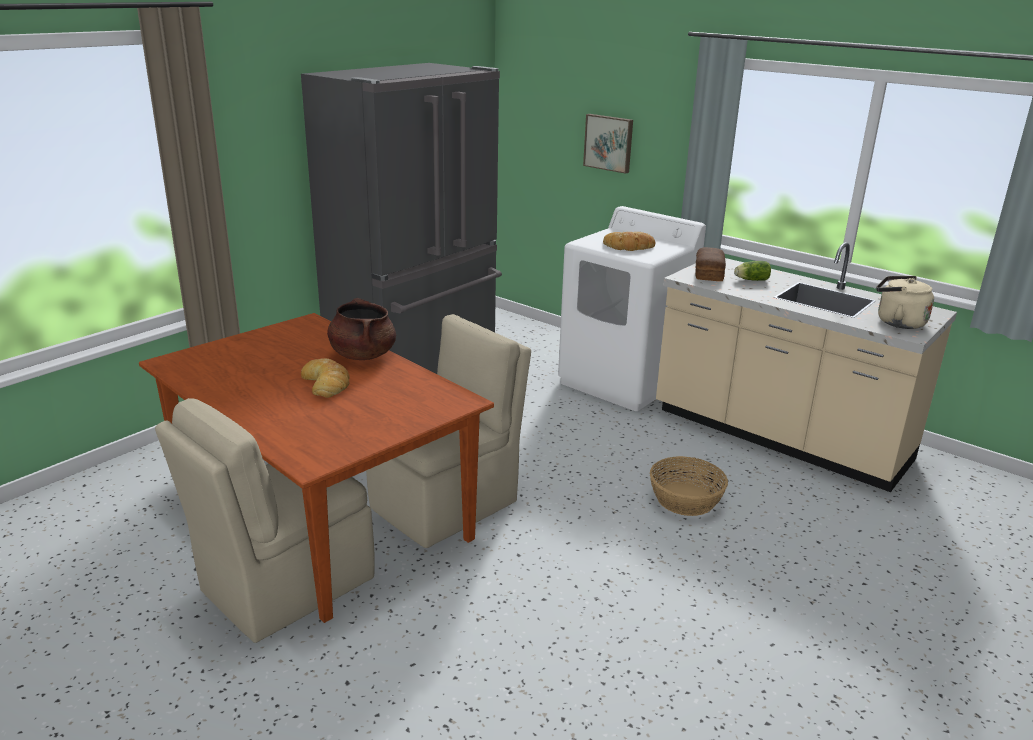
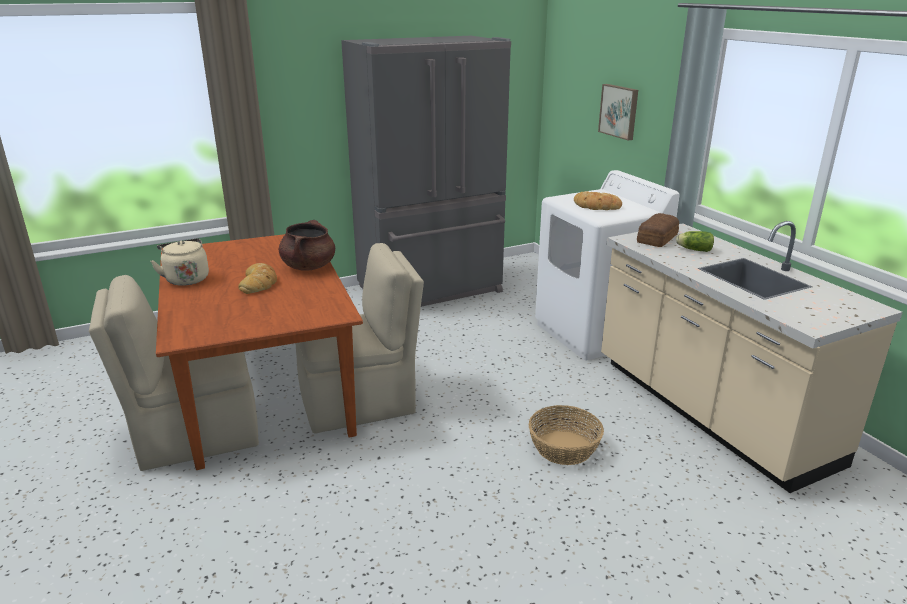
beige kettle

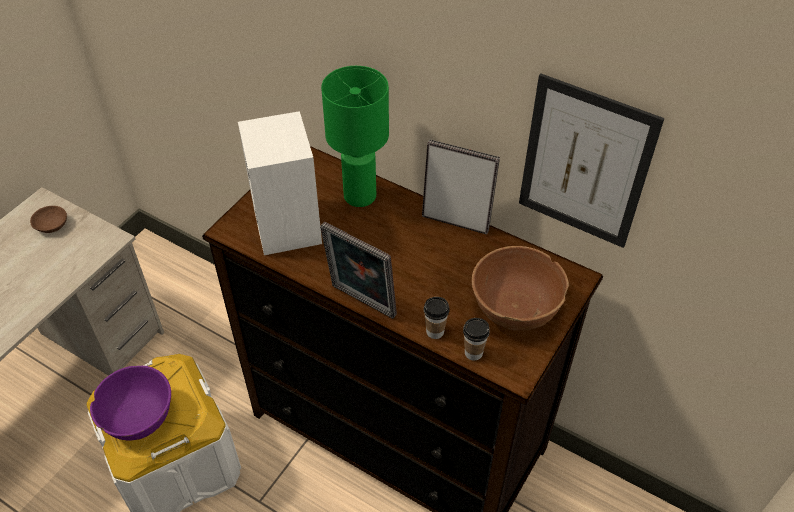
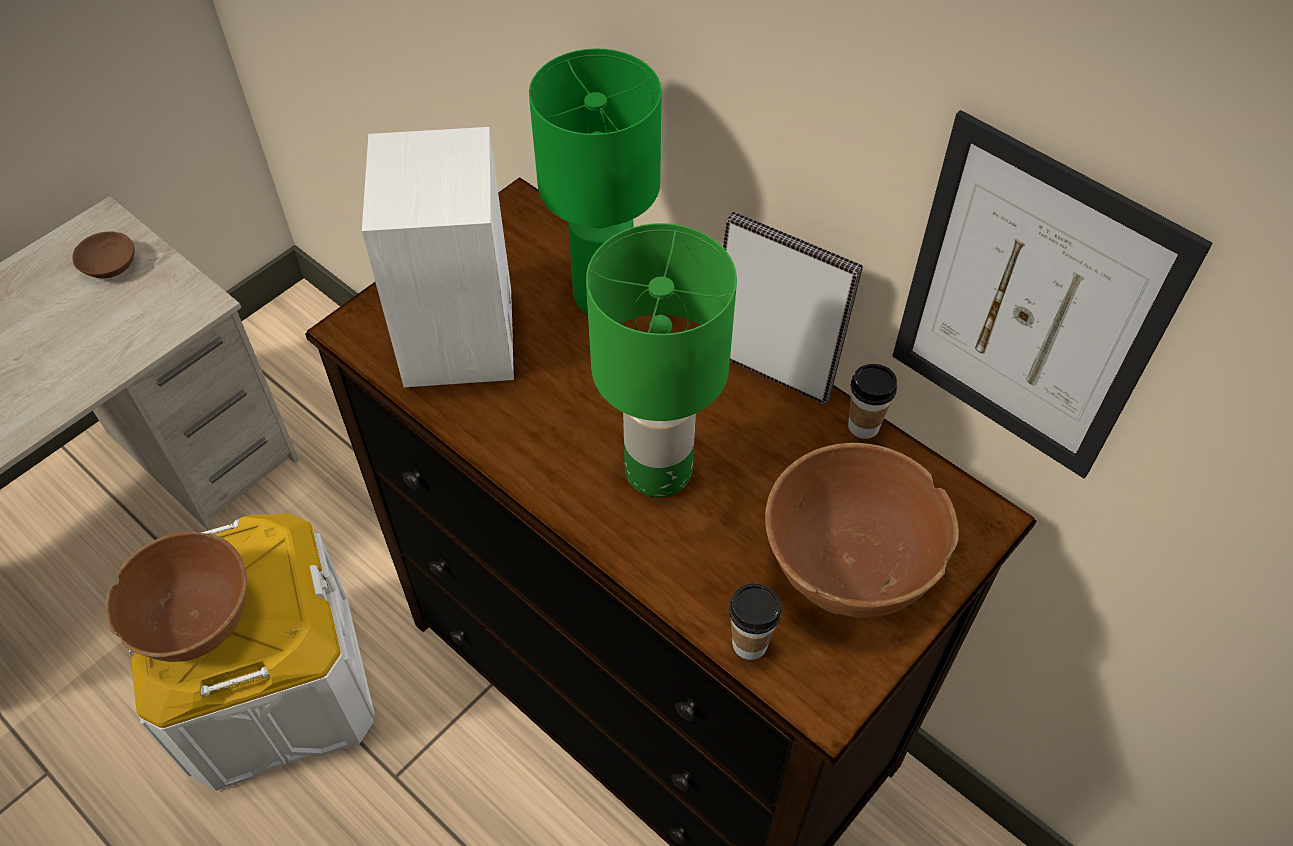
picture frame (no. 1 from left in the first image)
green table lamp (no. 2 from left)
cup (no. 2 from left)
brown bowl (no. 2 from left)

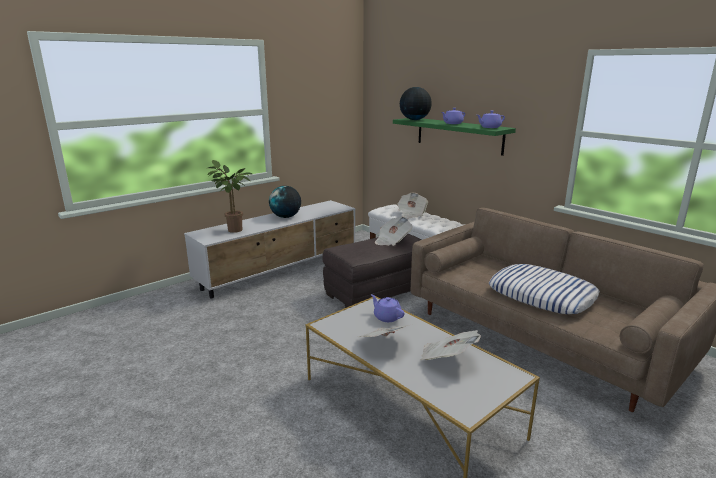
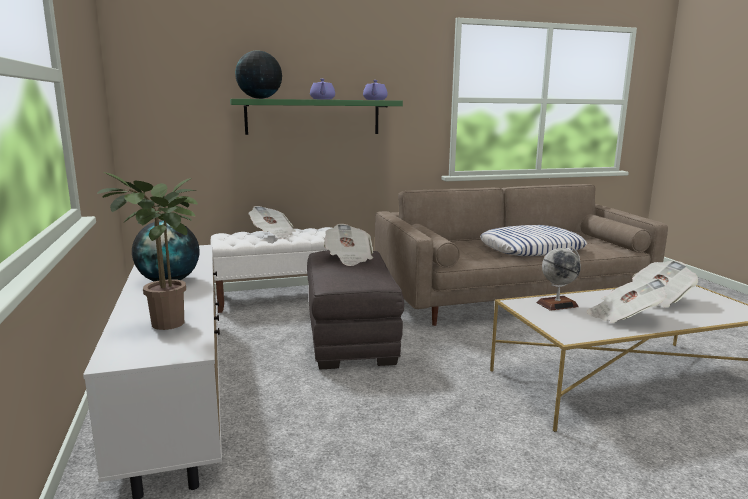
globe (no. 3 from left)

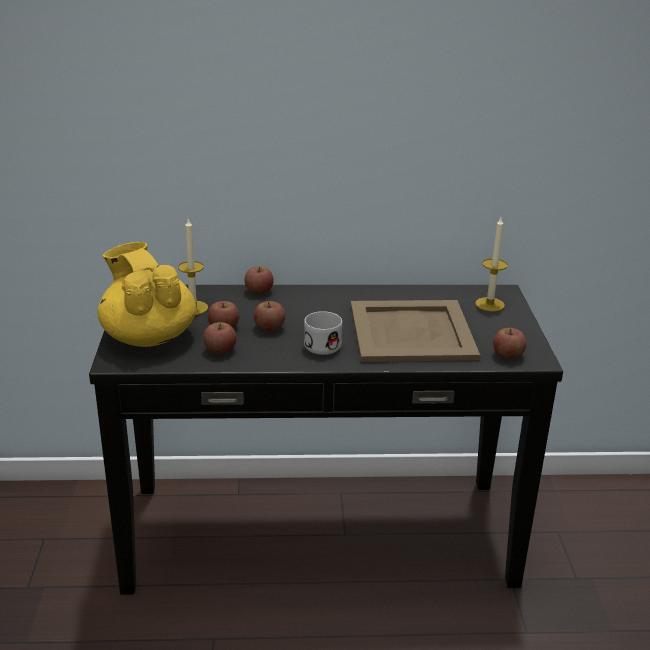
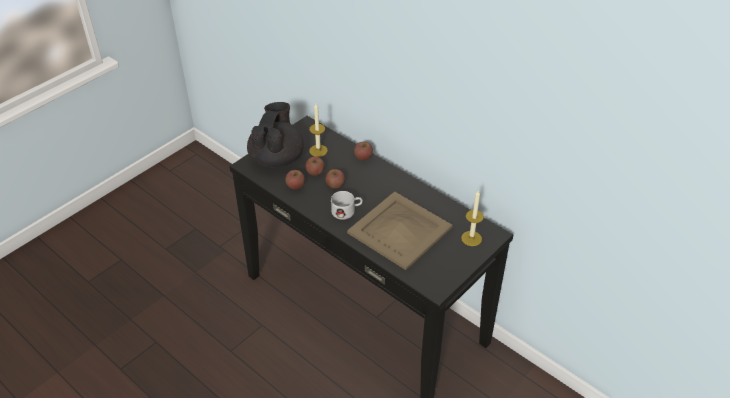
apple (no. 5 from left in the first image)
black teapot

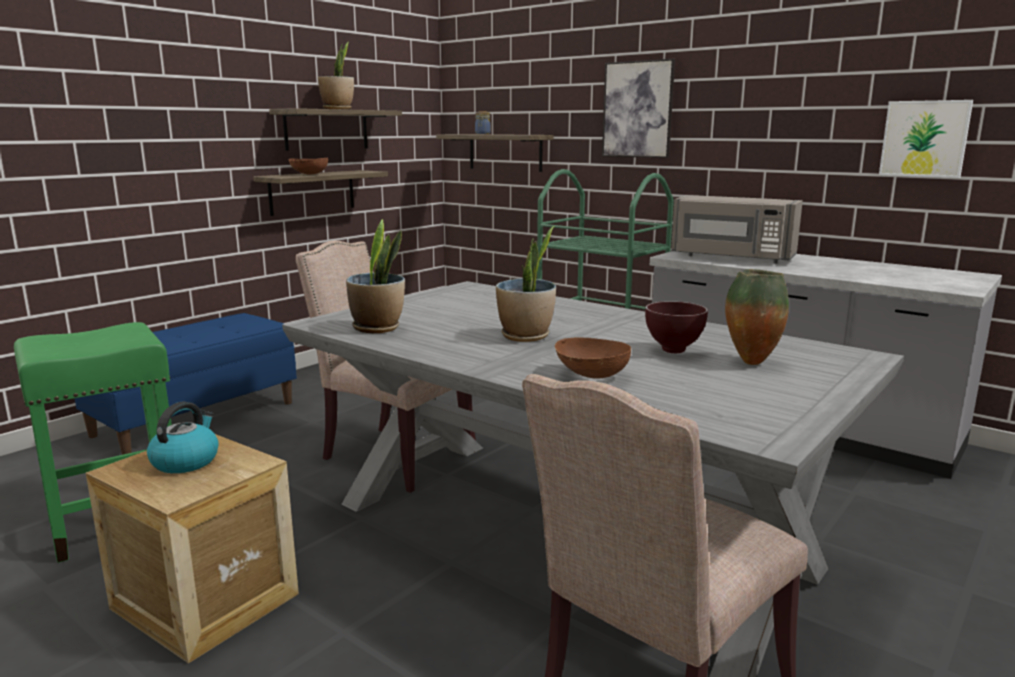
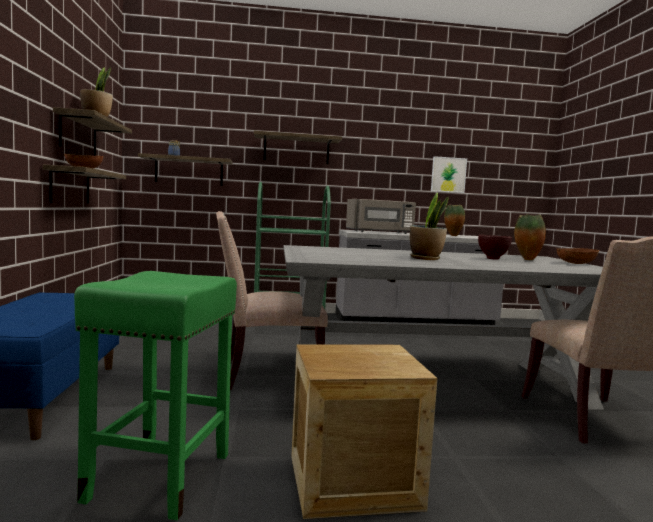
kettle
potted plant (no. 2 from left in the first image)
vase (no. 1 from left)
brown bowl (no. 3 from left)
shelf (no. 4 from left)

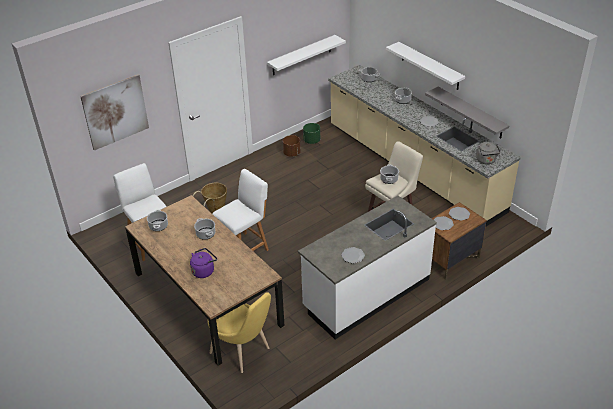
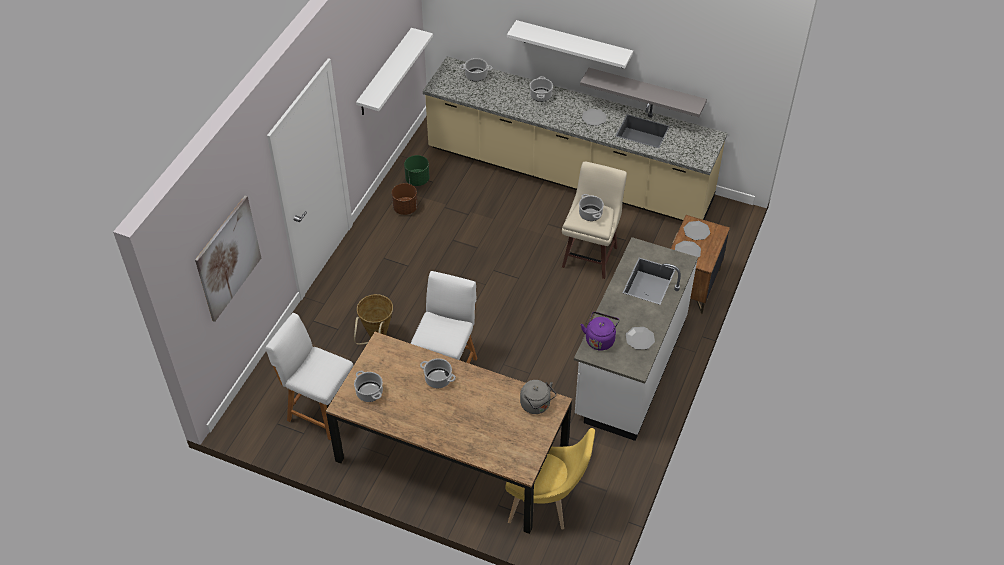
purple kettle
grey kettle

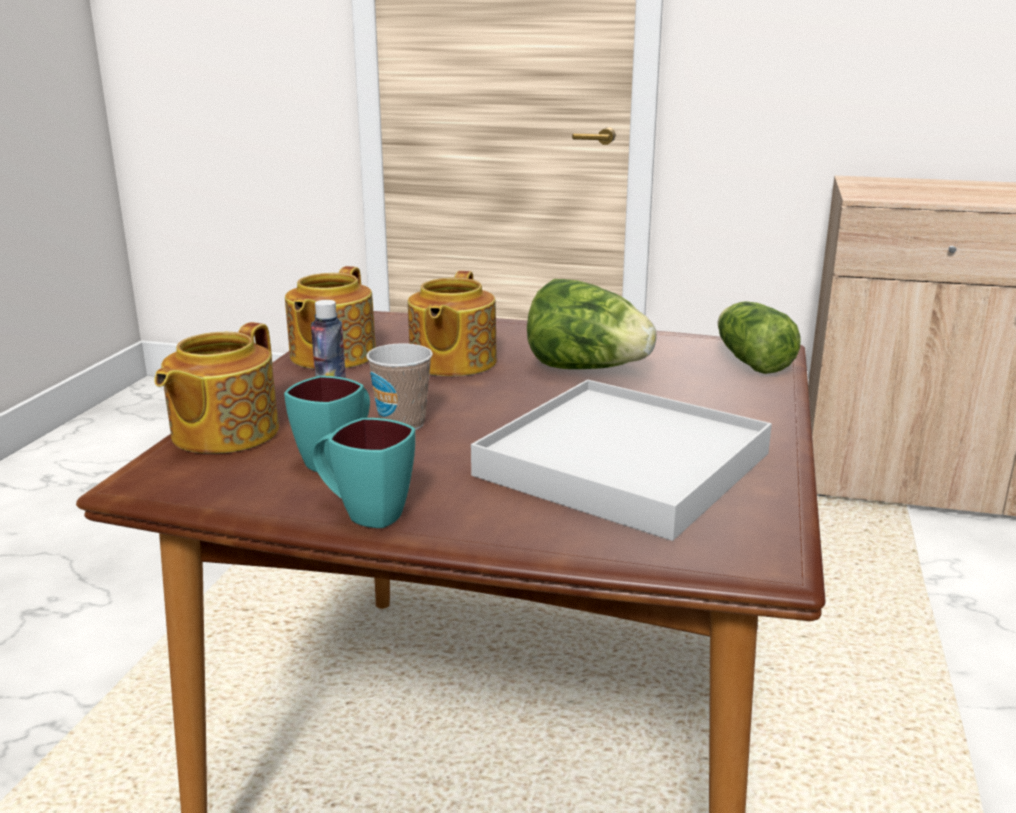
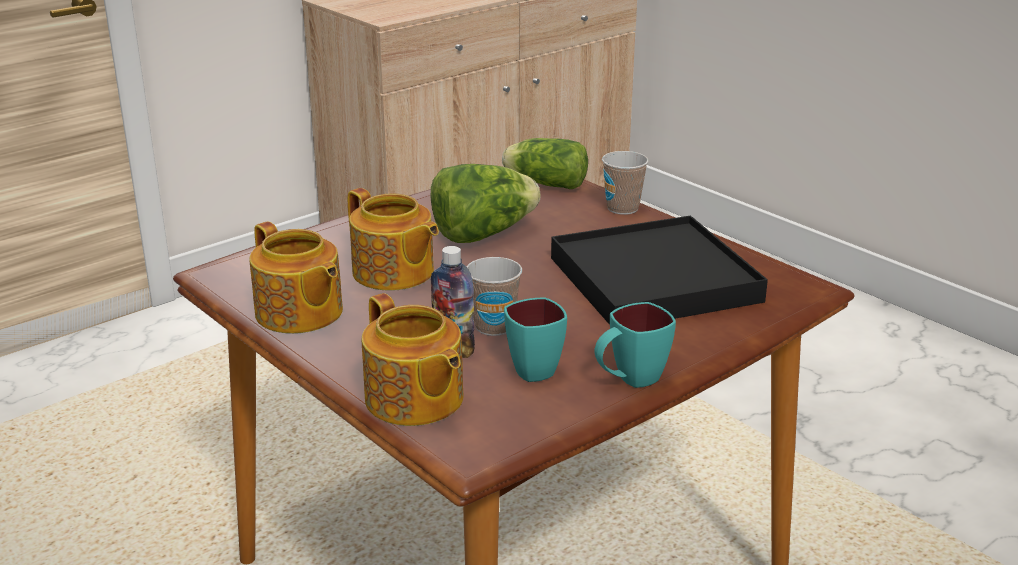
cup (no. 2 from left)
black tray

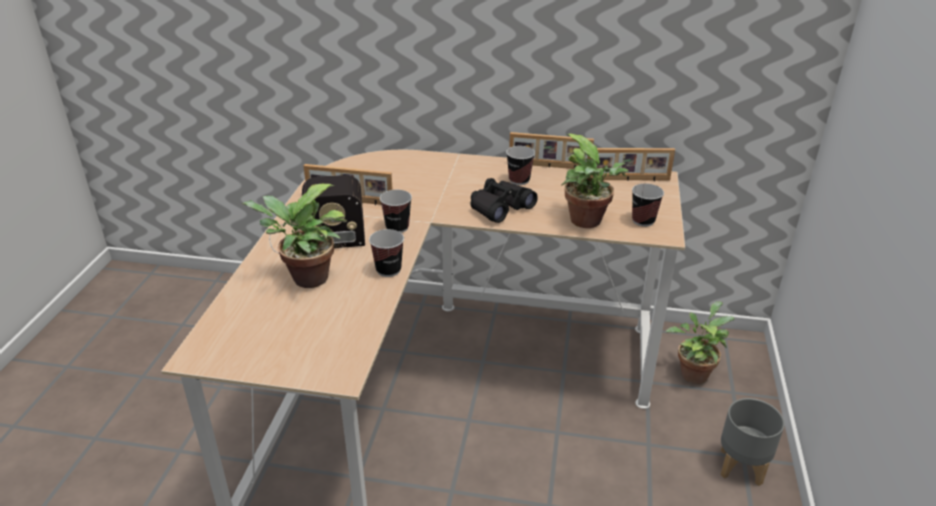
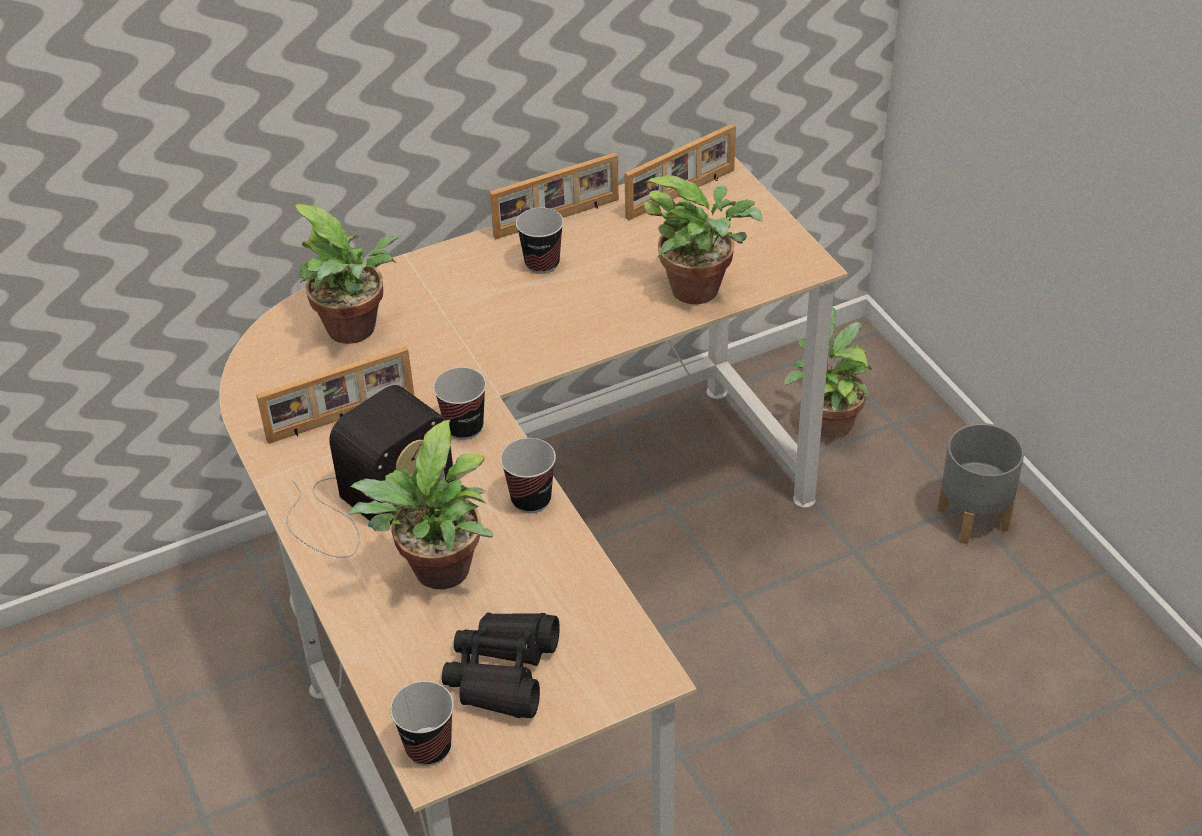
potted plant (no. 1 from left)
black binoculars
cup (no. 1 from left)

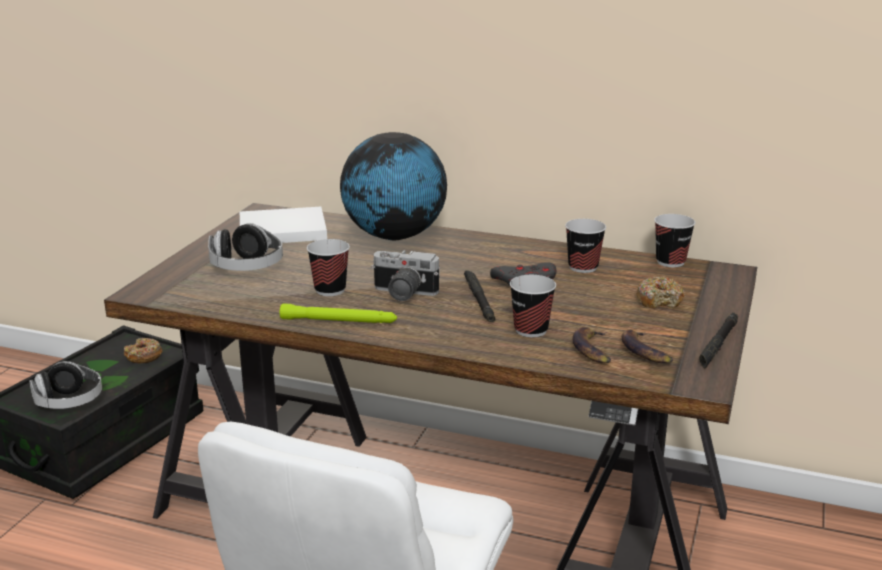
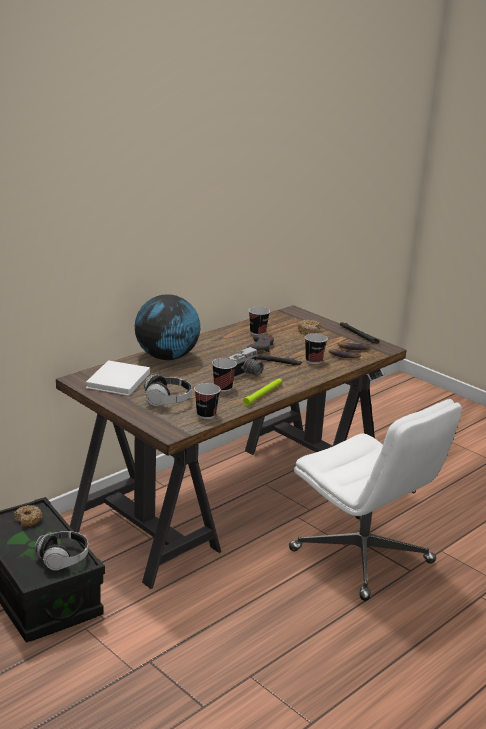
cup (no. 1 from left)

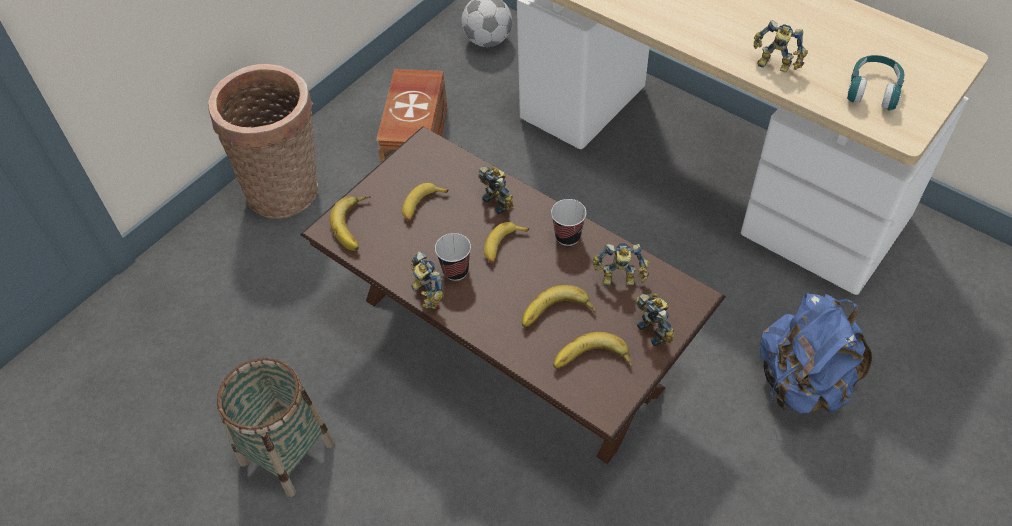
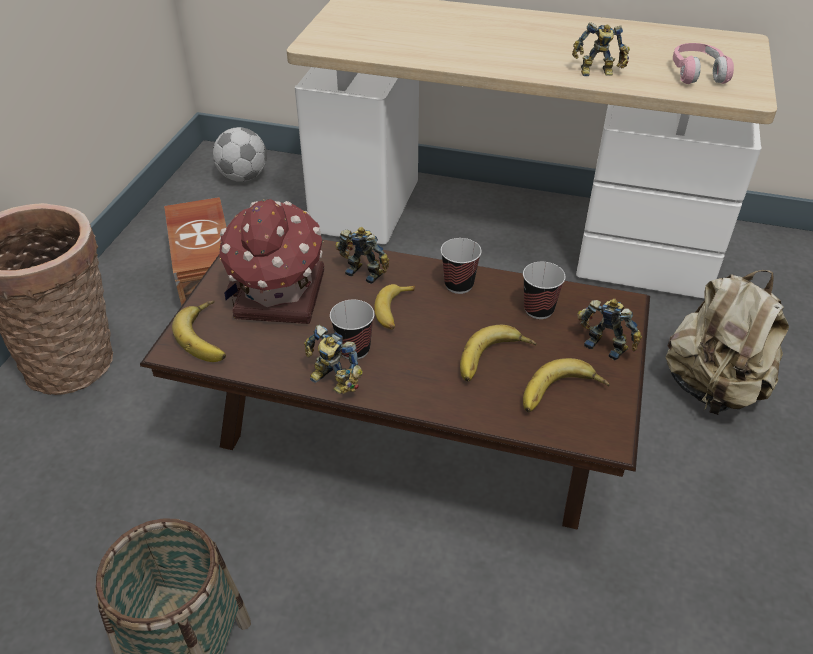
toy house
cup (no. 3 from left)
beige backpack
pink headphones

